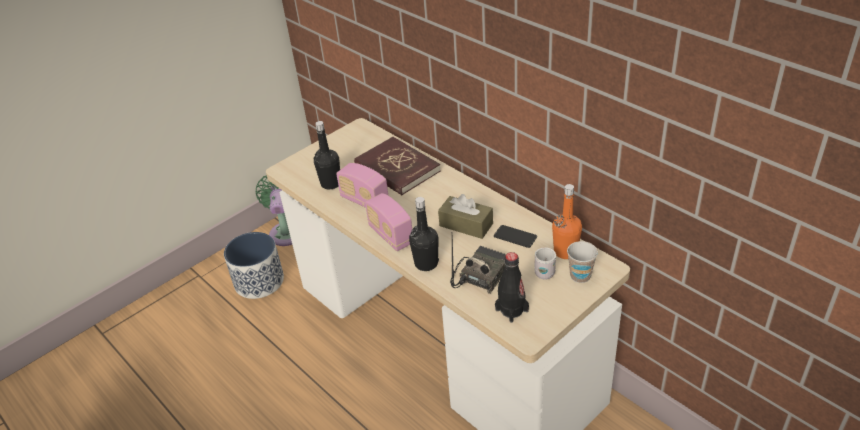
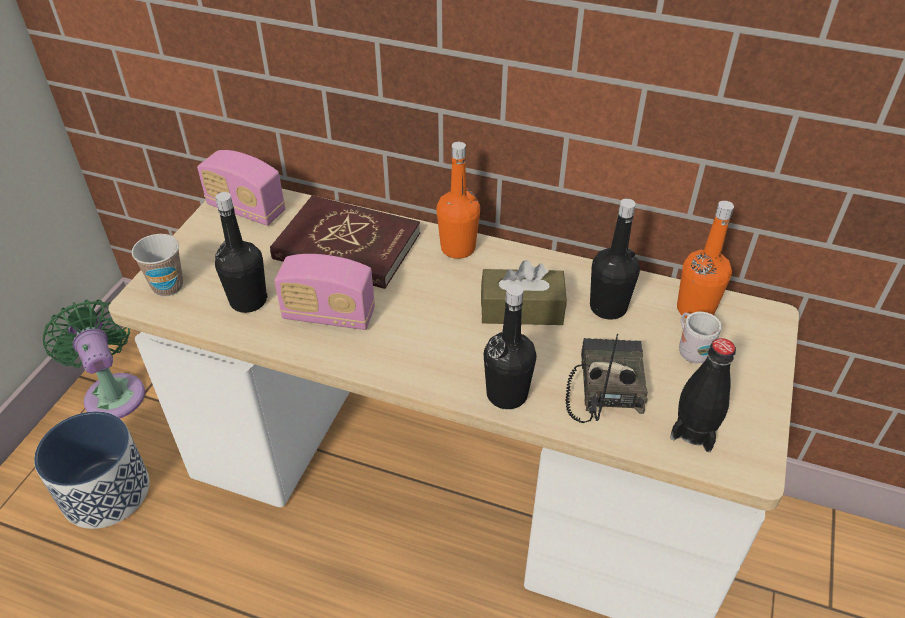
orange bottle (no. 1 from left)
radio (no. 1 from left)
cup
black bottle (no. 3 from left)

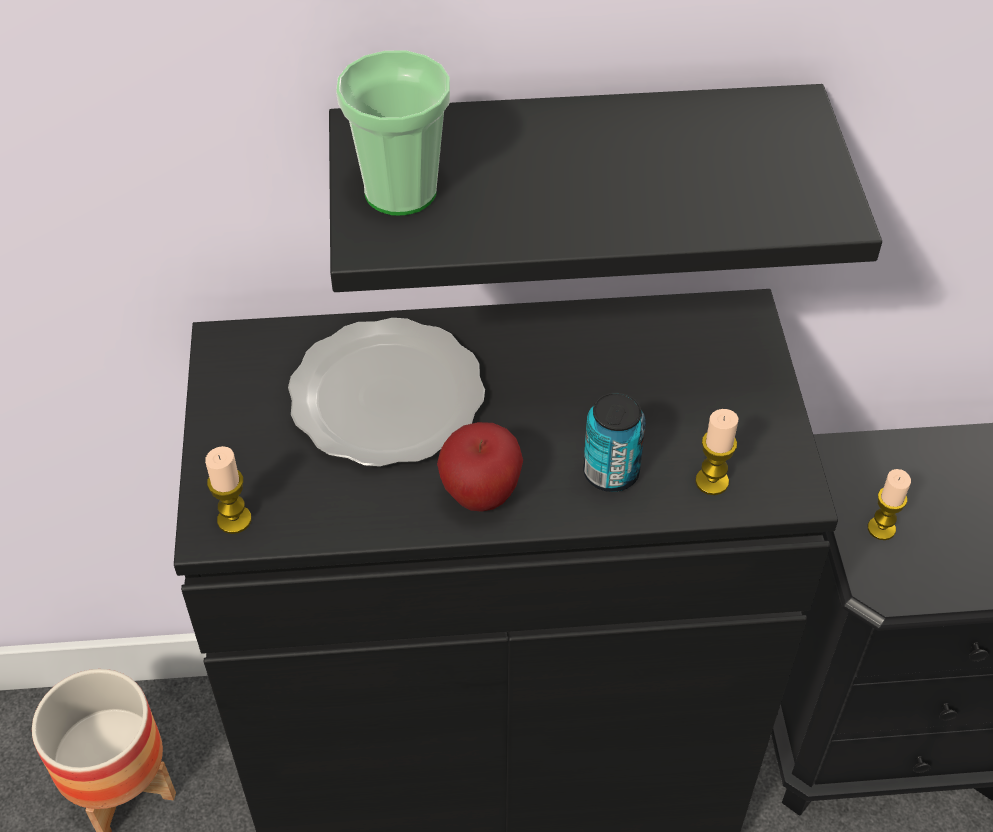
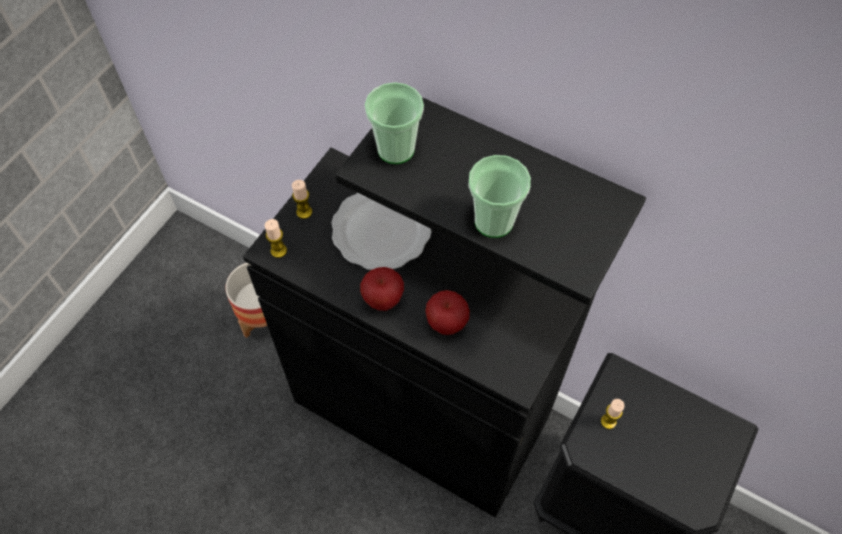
cup (no. 2 from left)
candle (no. 2 from left)
apple (no. 2 from left)

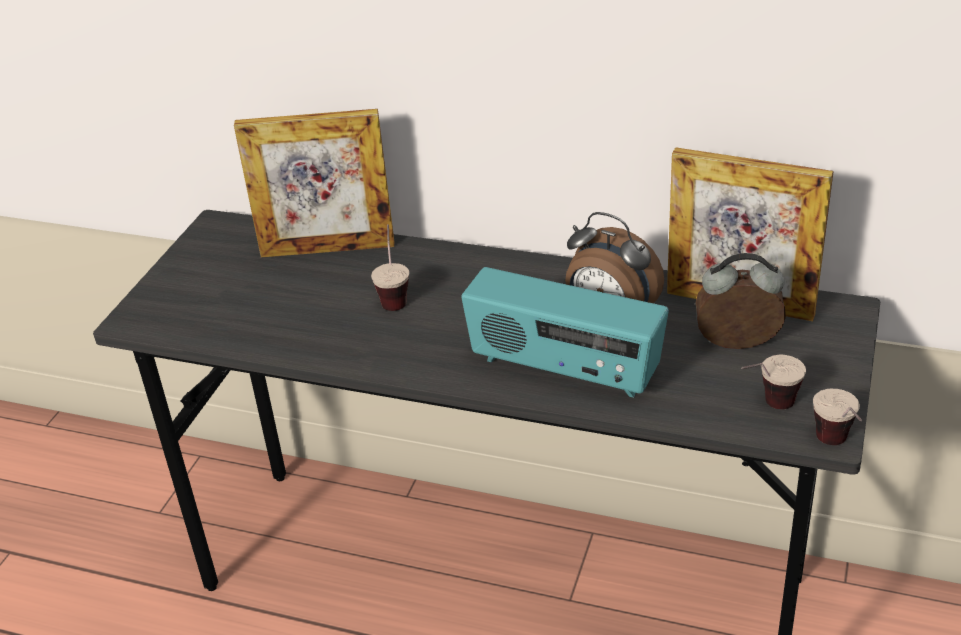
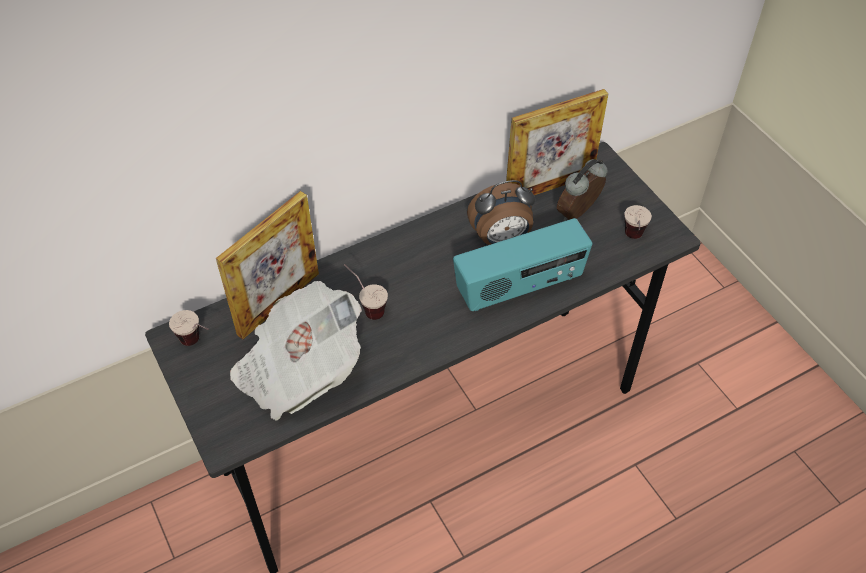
newspaper
cup (no. 1 from left)

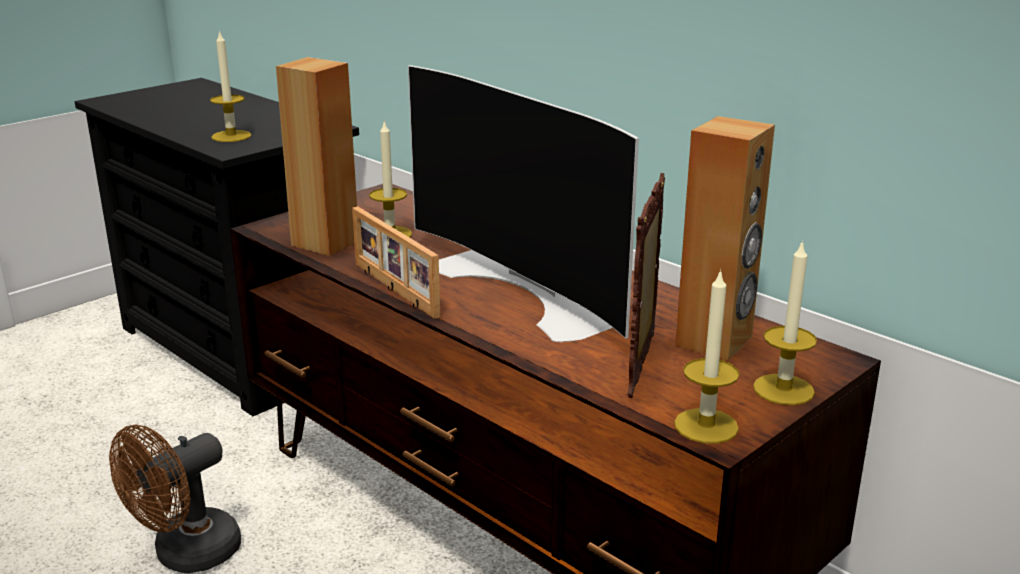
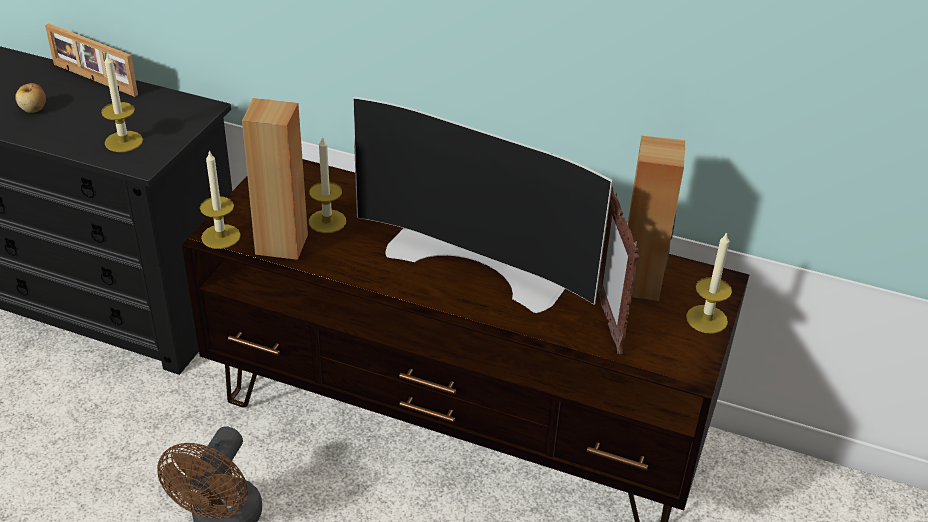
apple
picture frame (no. 1 from left)
candle (no. 2 from left)

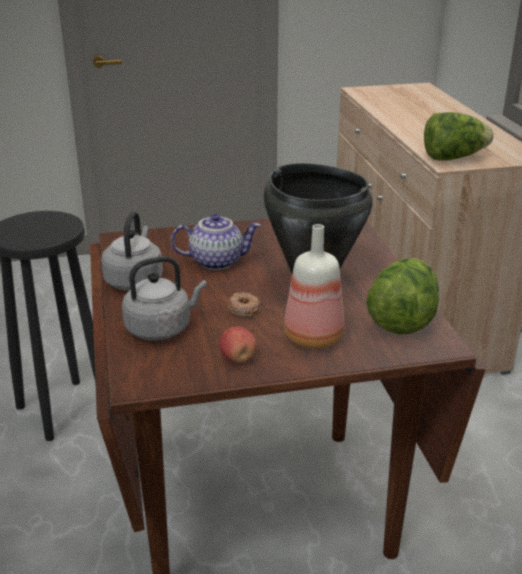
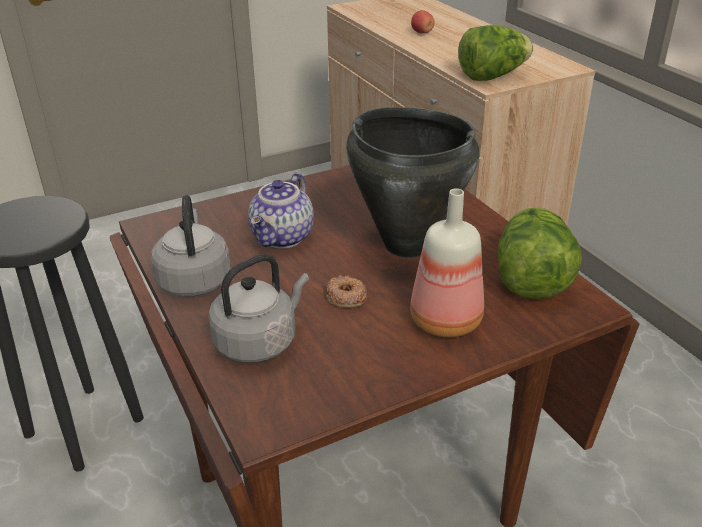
apple
teapot

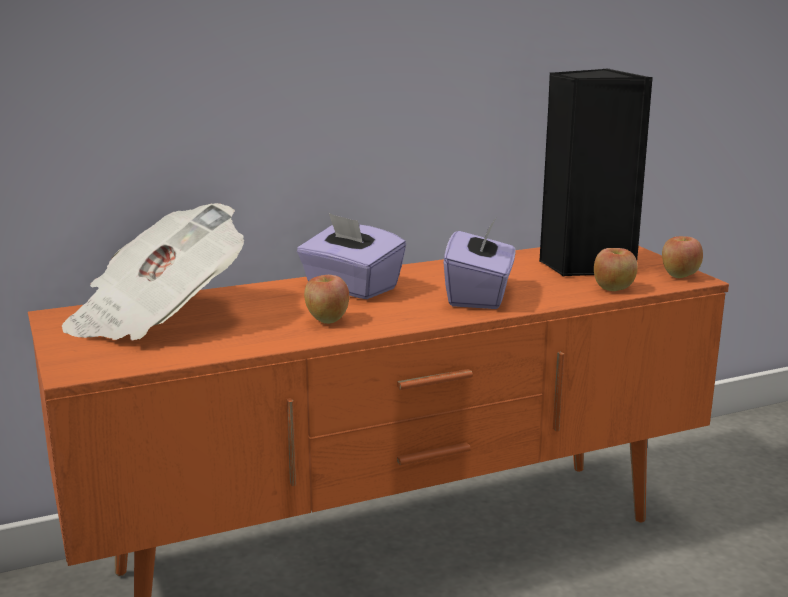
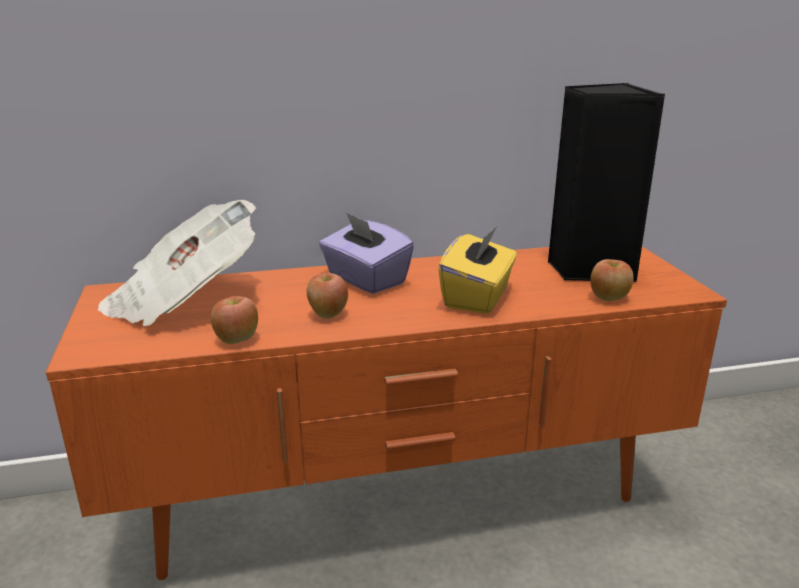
apple (no. 1 from left)
yellow tissue box

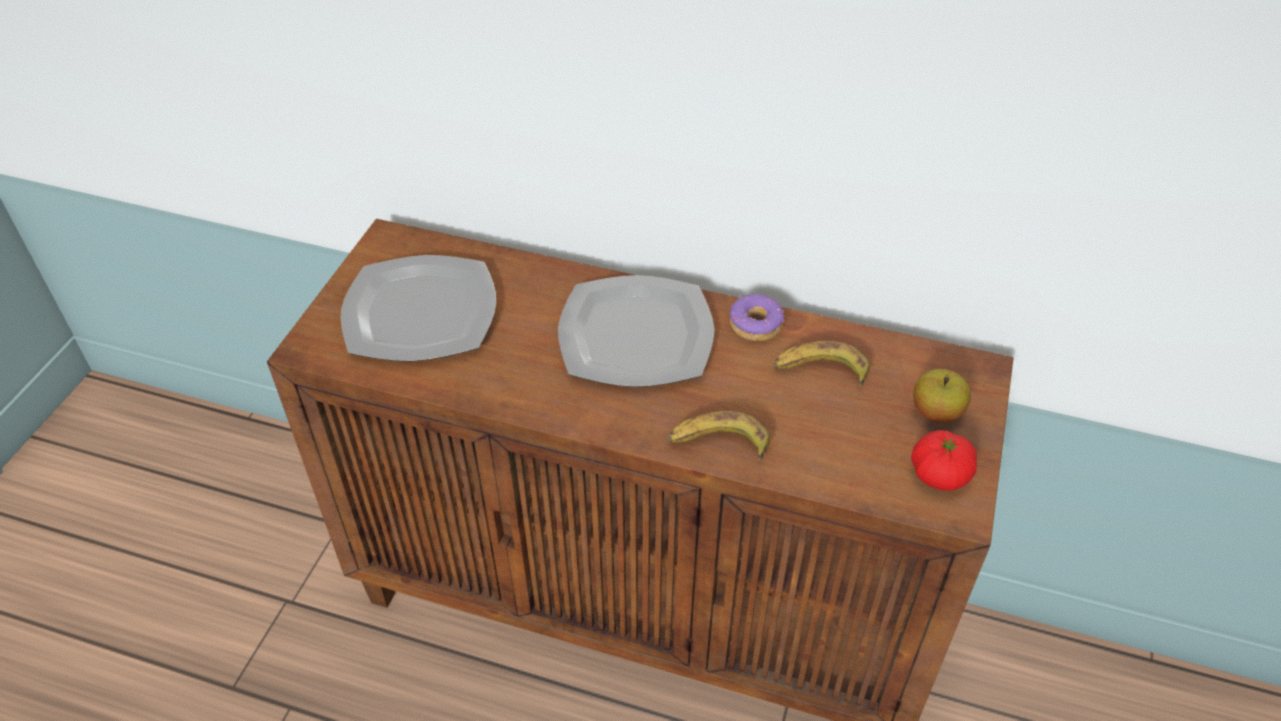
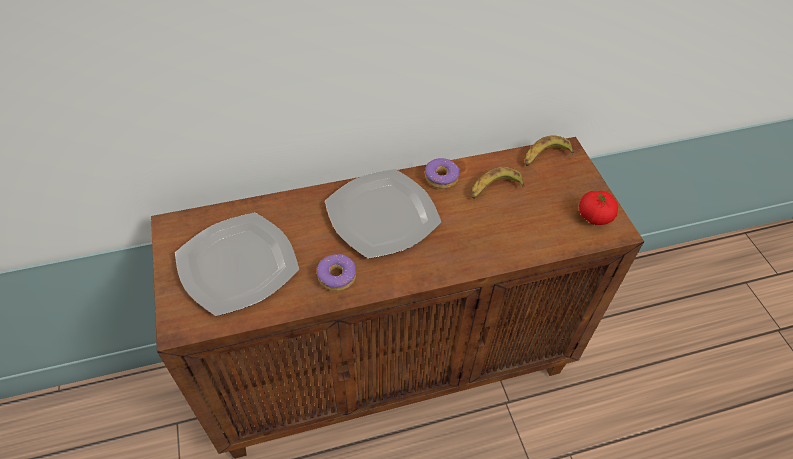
apple
donut (no. 1 from left)
banana (no. 2 from left)

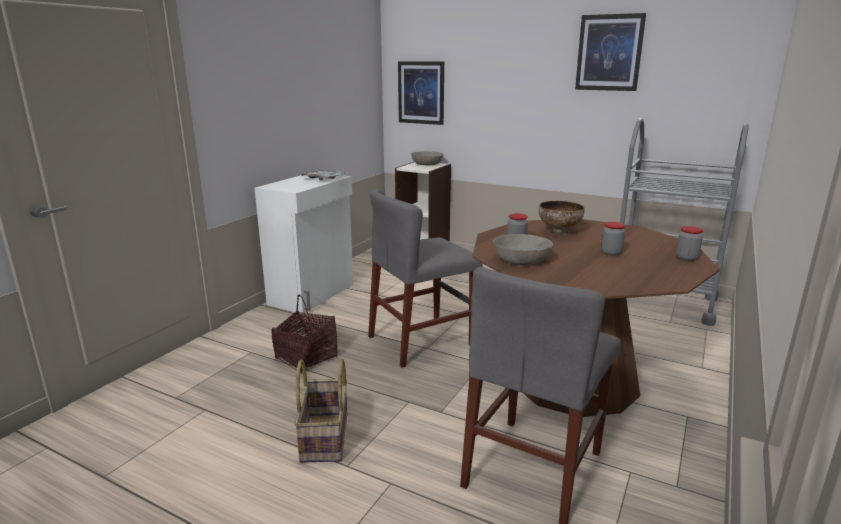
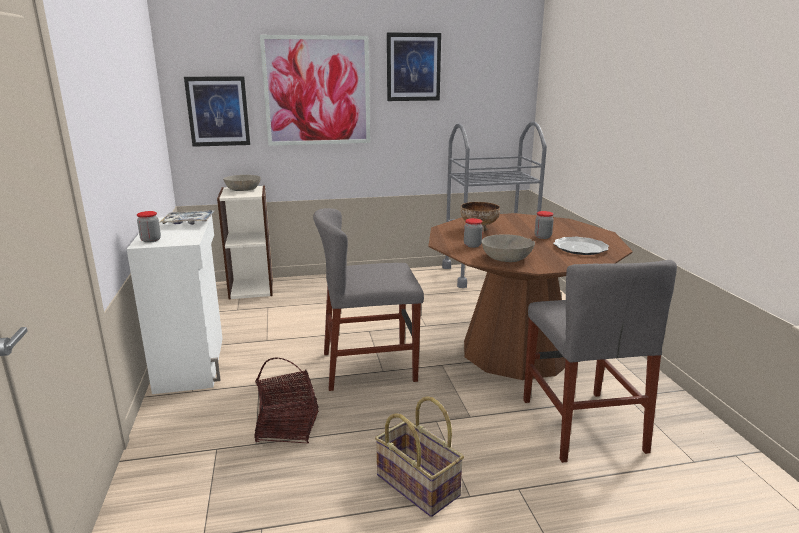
picture (no. 2 from left)
plate
jar (no. 1 from left)
grey chair (no. 1 from left)

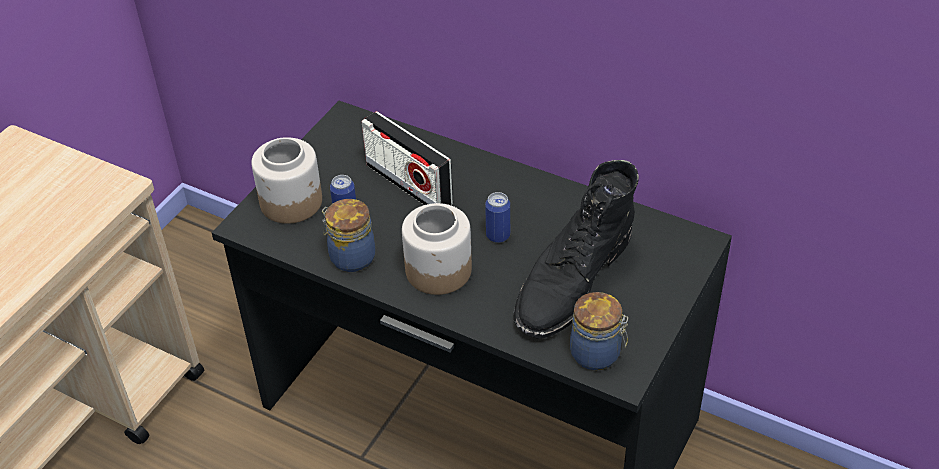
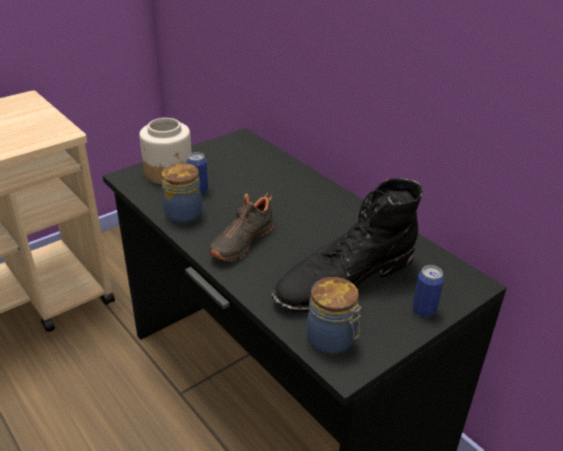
radio
can (no. 2 from left)
black shoe

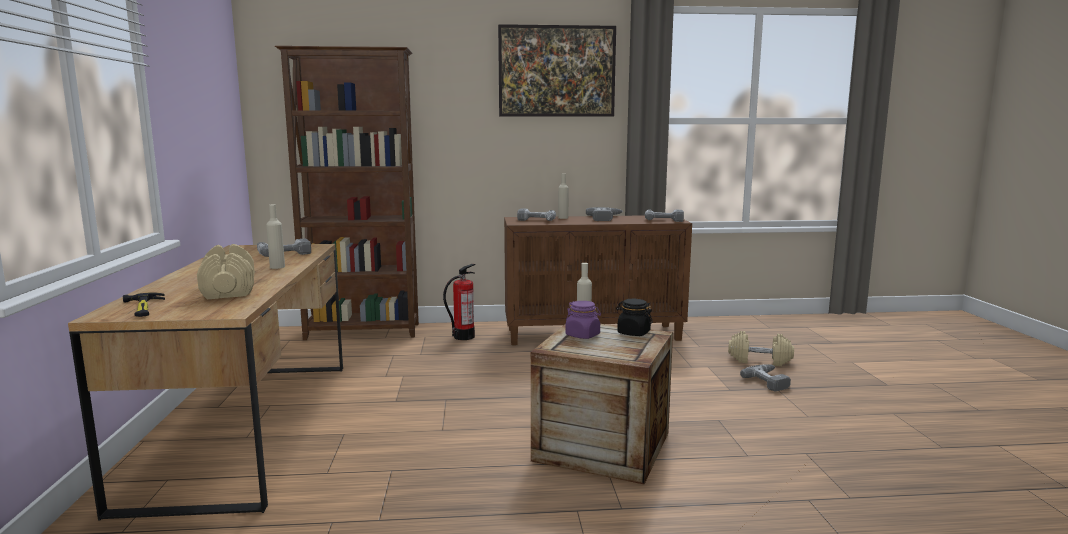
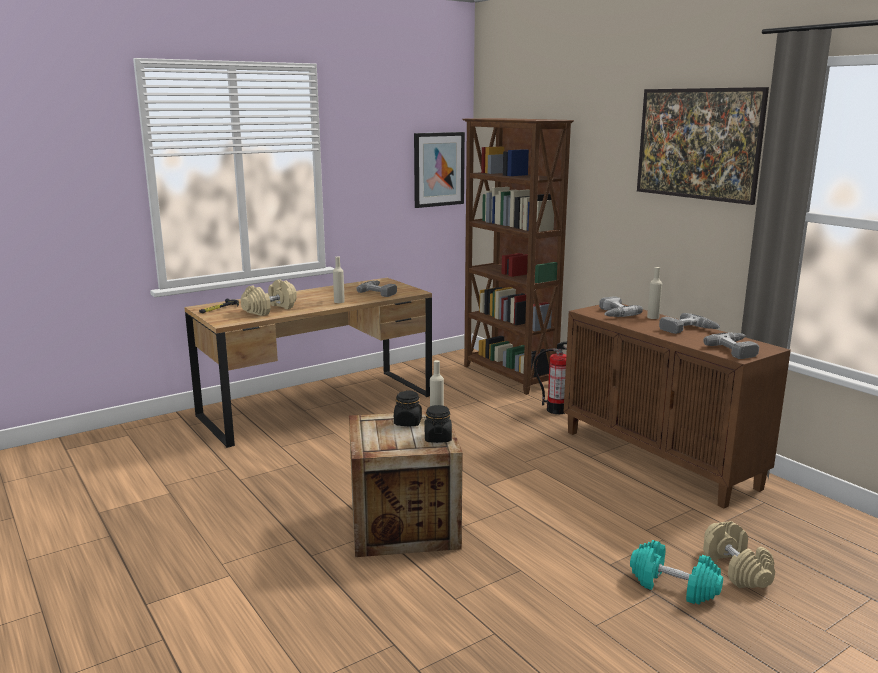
picture (no. 1 from left)
turquoise dumbbell
black jar (no. 1 from left)

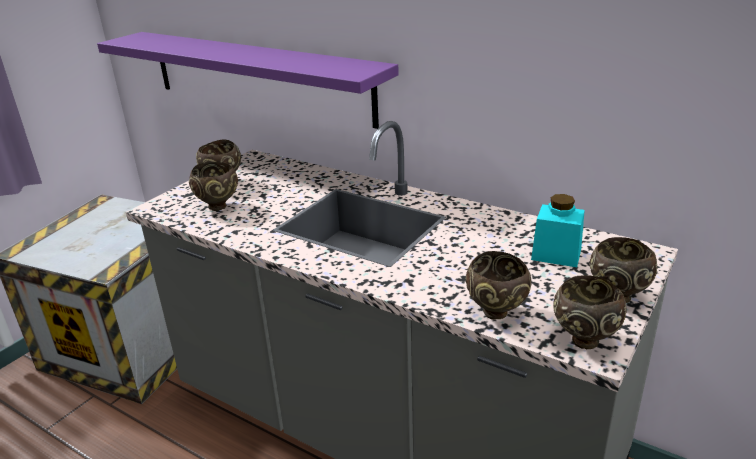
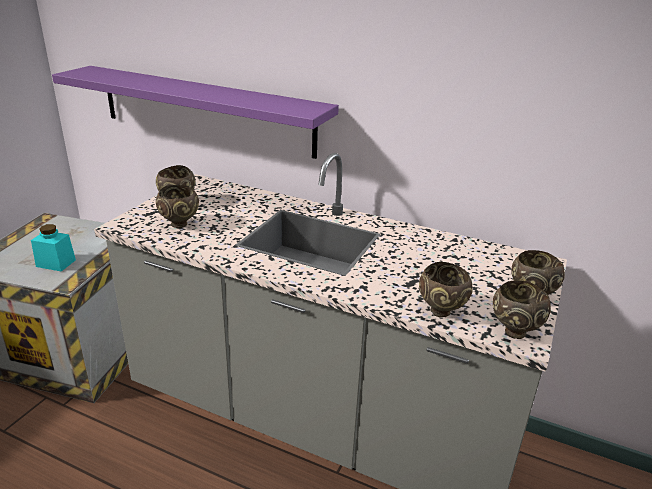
turquoise jar

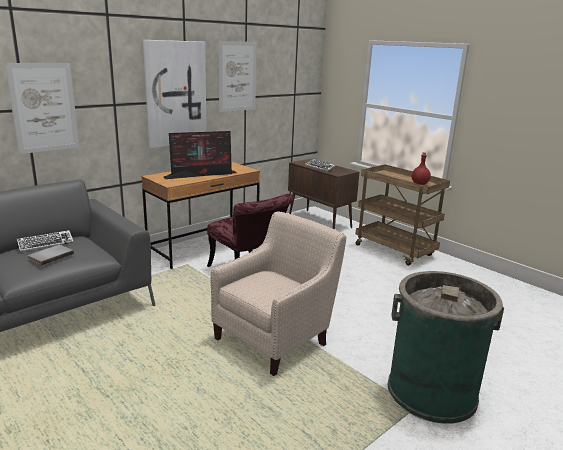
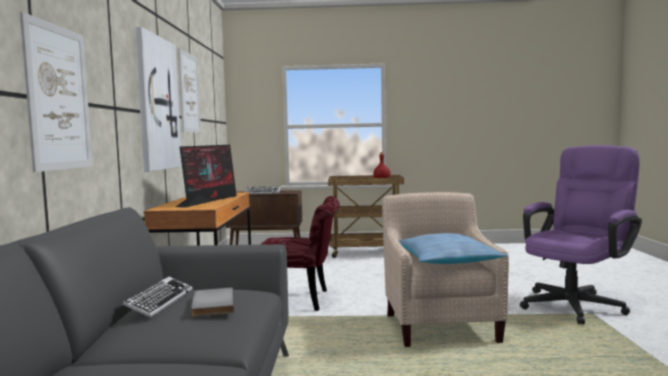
pillow
purple office chair

